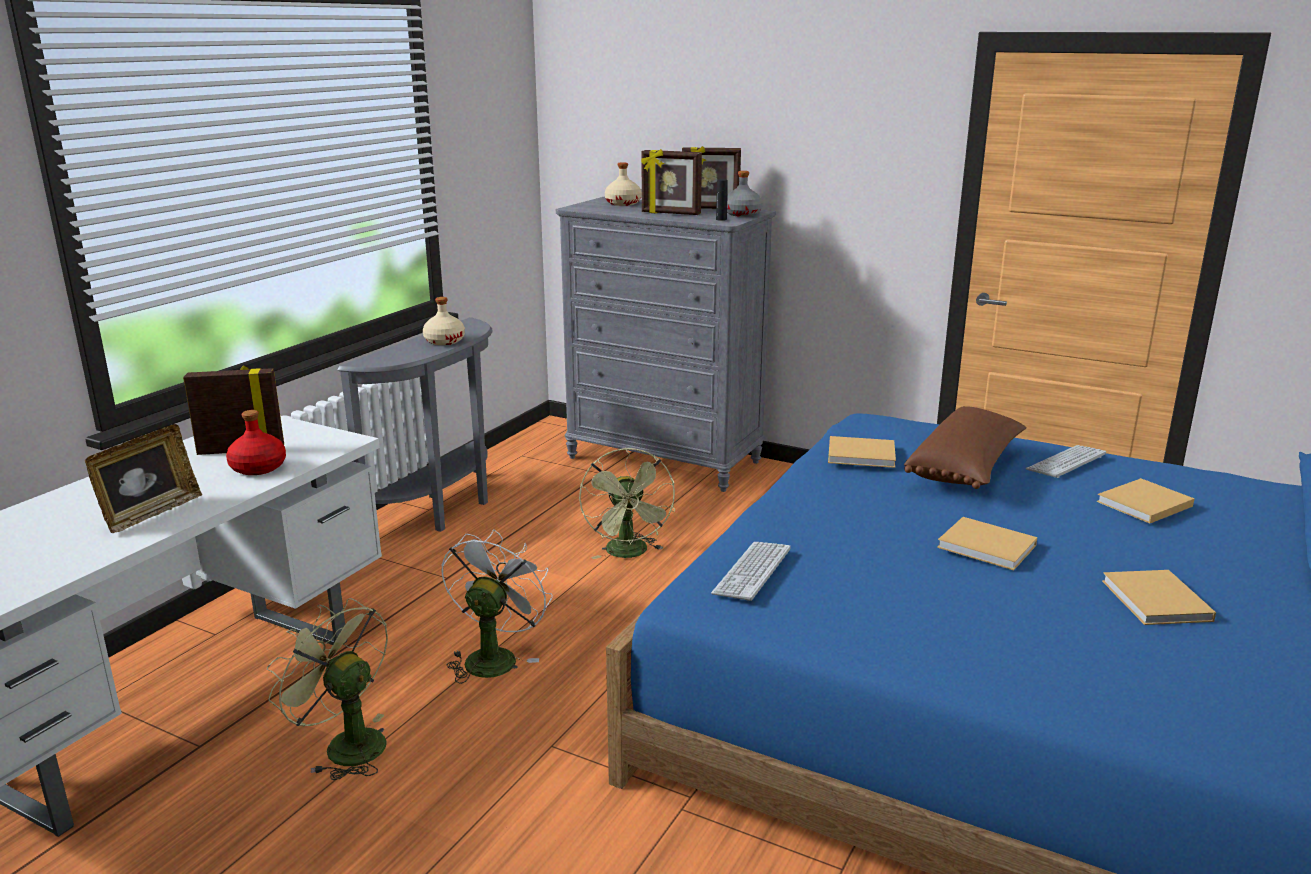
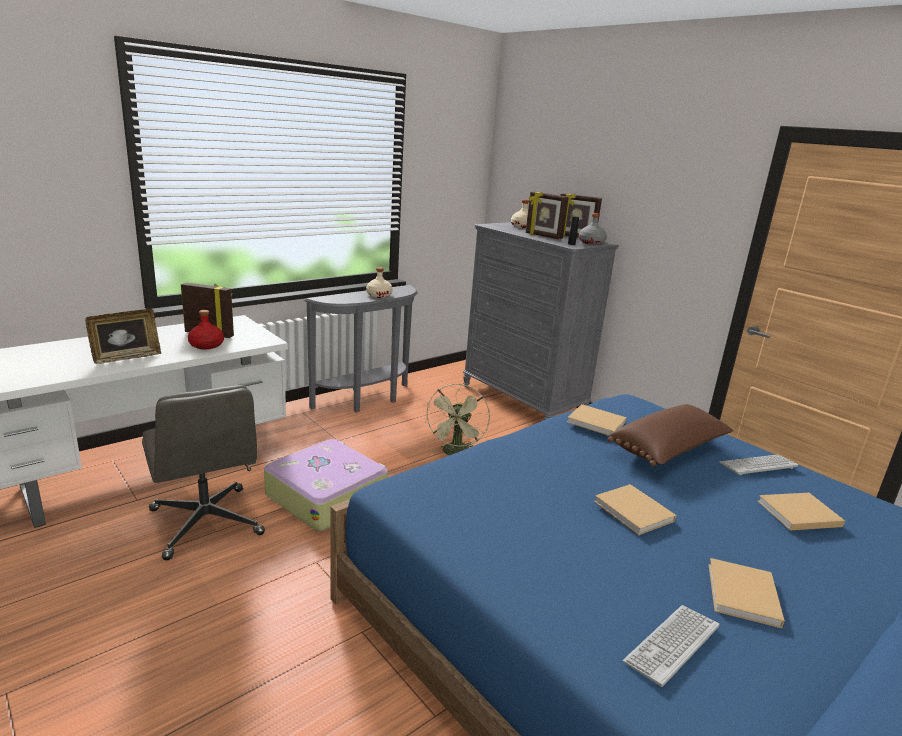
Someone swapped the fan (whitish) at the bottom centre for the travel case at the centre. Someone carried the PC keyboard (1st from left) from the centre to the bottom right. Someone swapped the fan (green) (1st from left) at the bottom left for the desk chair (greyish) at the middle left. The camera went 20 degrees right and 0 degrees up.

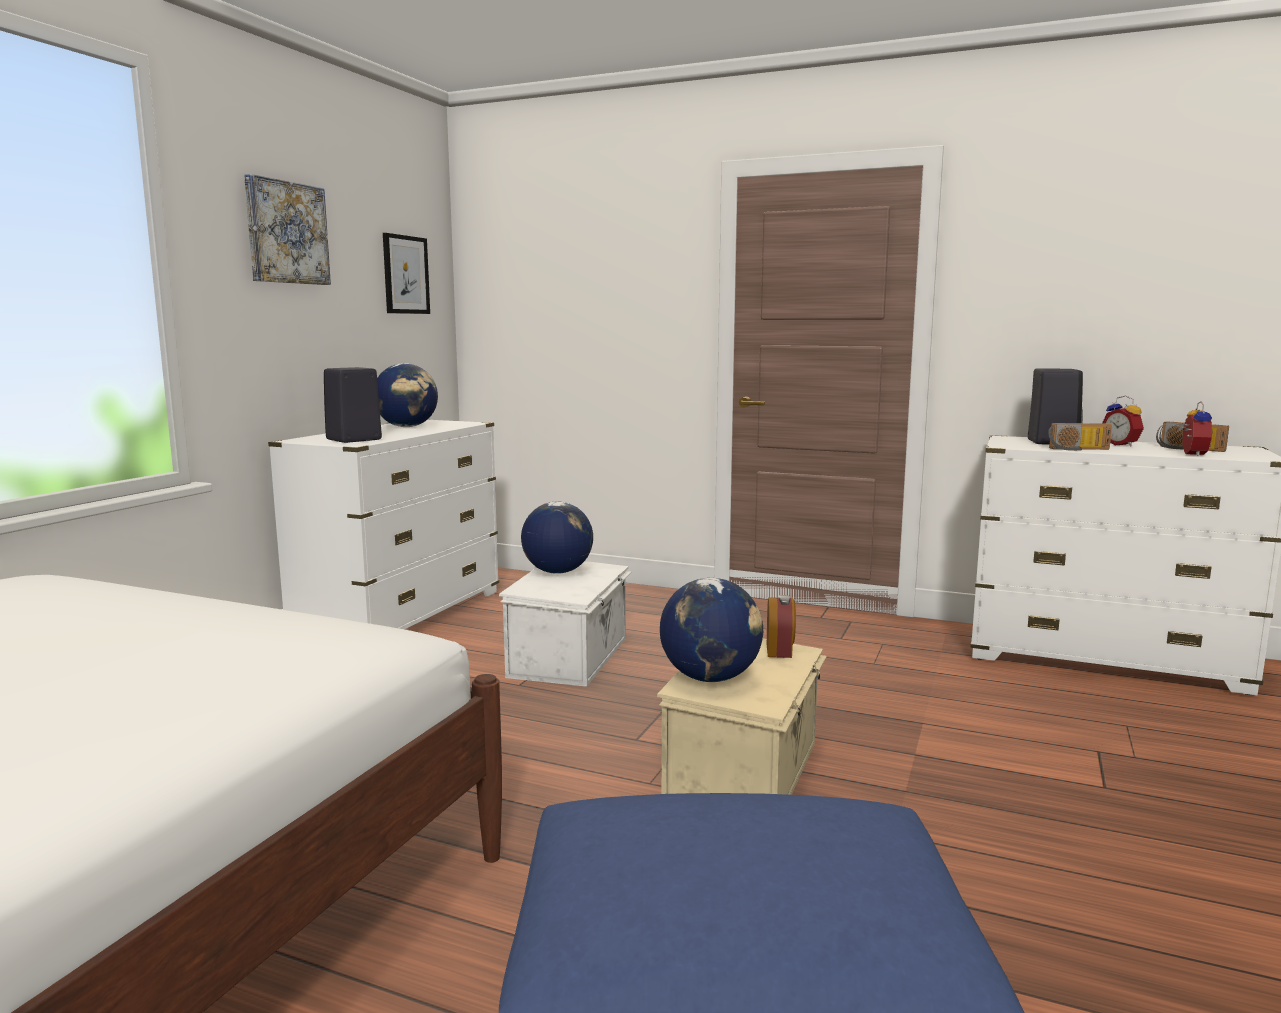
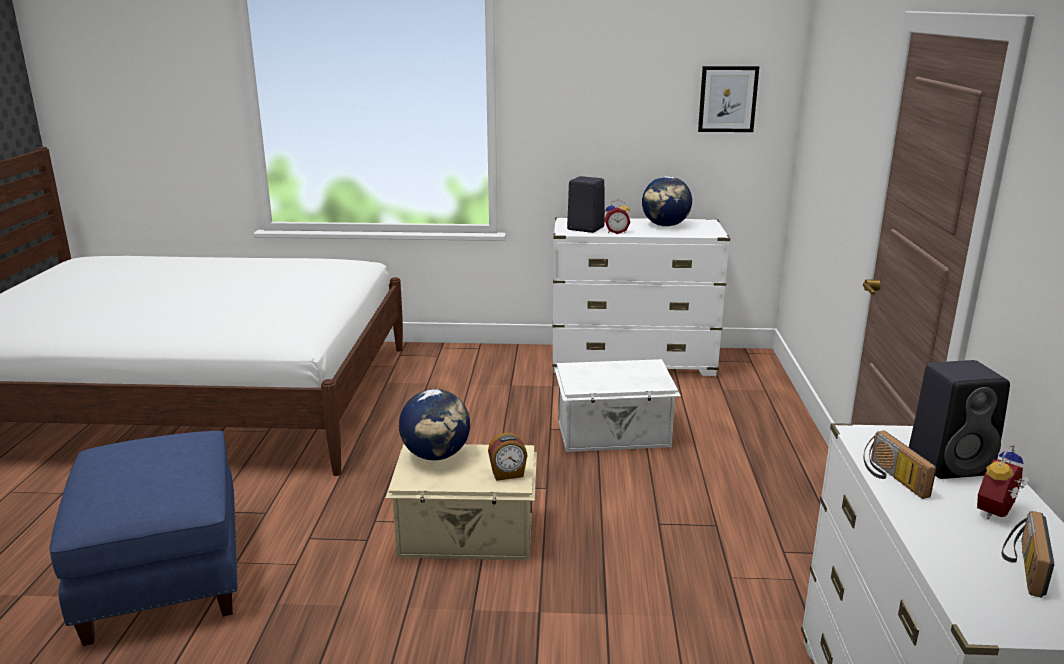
Someone took away the wall picture (1st from left) at the top left. Someone carried the table clock (3rd from left in the first image) from the middle right to the top centre. Someone took away the desk globe (2nd from left) at the centre. The camera went 70 degrees right and 10 degrees up.

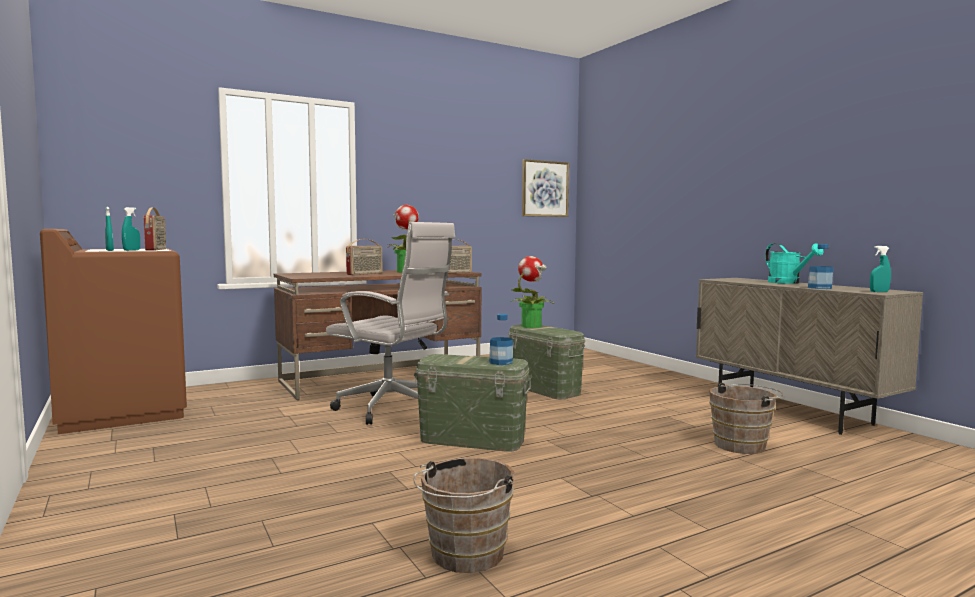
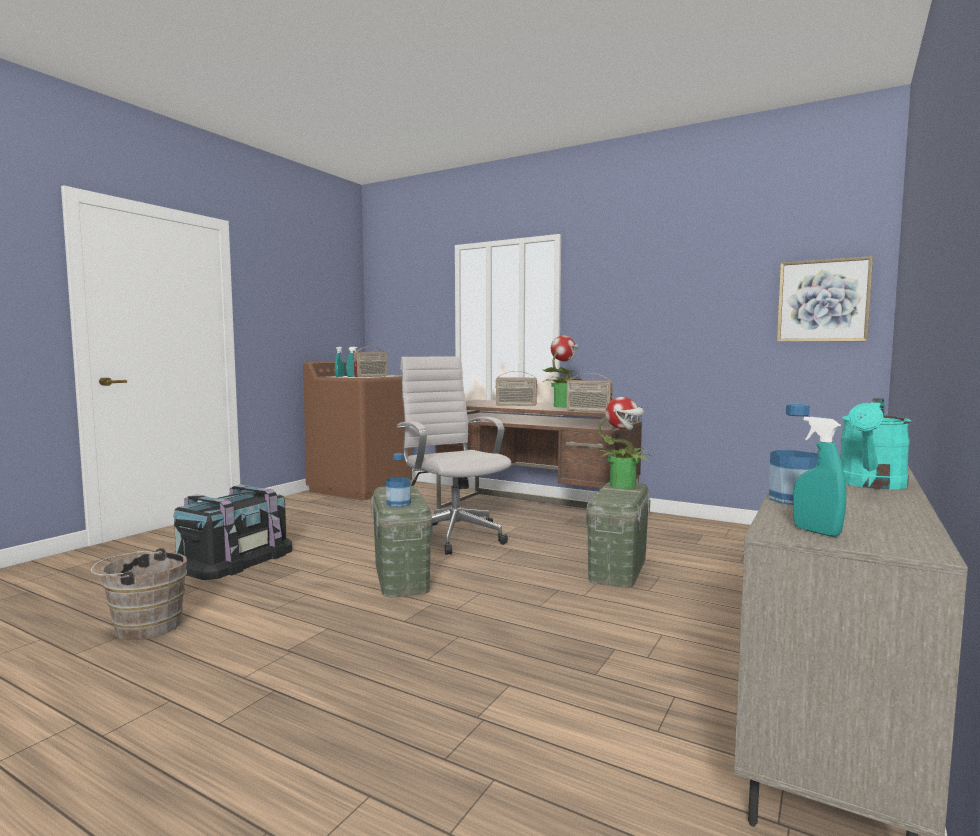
Someone rotated the desk chair (whitish) at the centre by 150 degrees clockwise. Someone took away the bucket (brown-coloured) (2nd from left) at the bottom right. Someone put down the storage bin (blackish) at the middle left. The camera went 60 degrees right and 0 degrees up.

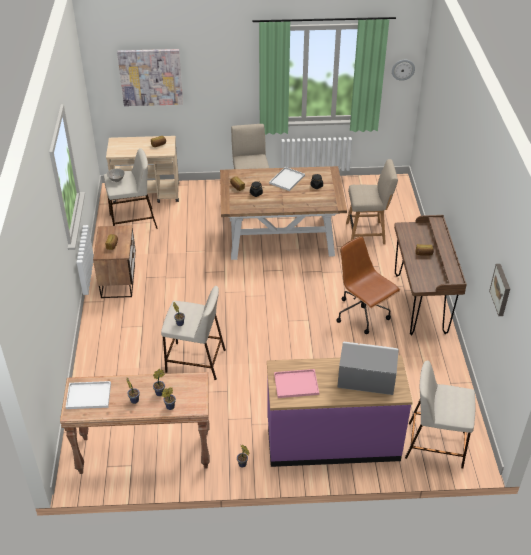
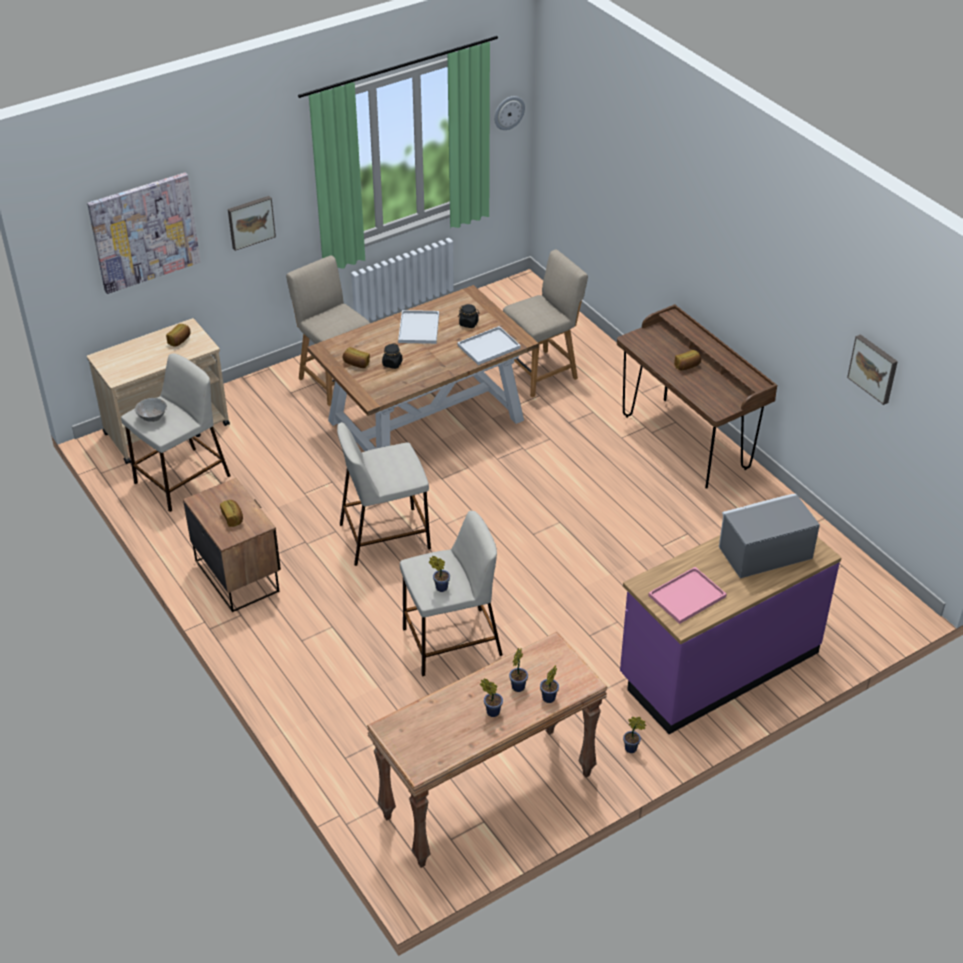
Someone took away the desk chair (brown-coloured) at the middle right. Someone carried the sitting stool (sand-coloured) (3rd from left in the first image) from the bottom right to the centre. Someone carried the tray (whitish) (1st from left in the first image) from the bottom left to the centre. Someone put up the wall picture (2nd from left) at the top left. The camera went 30 degrees left and 0 degrees up.

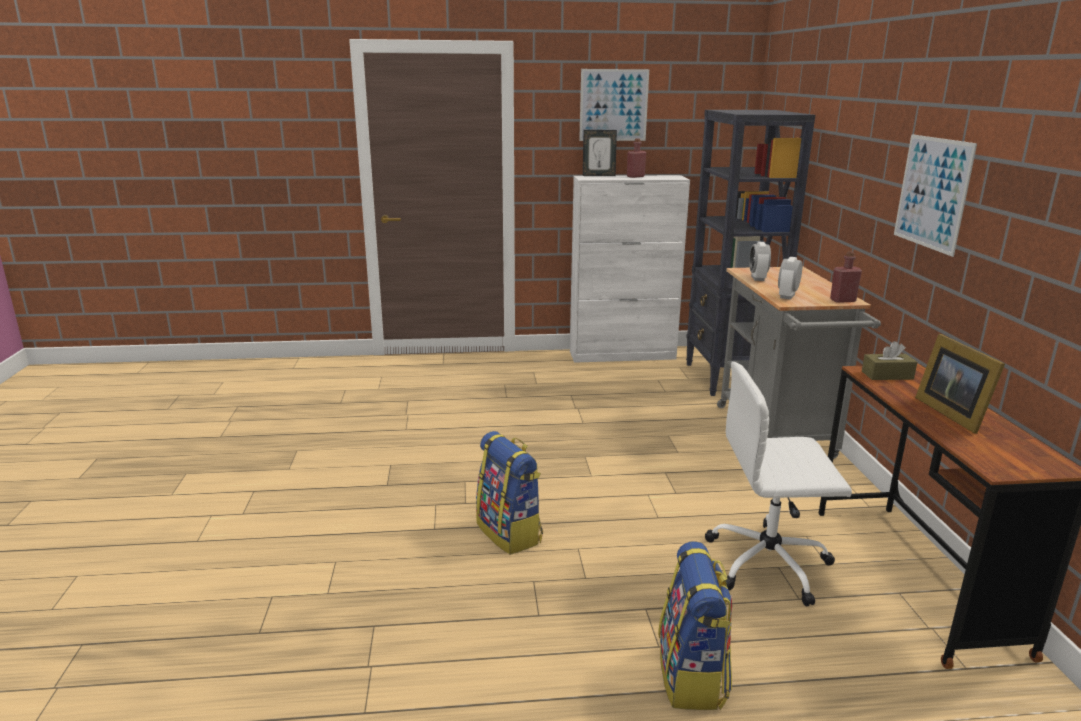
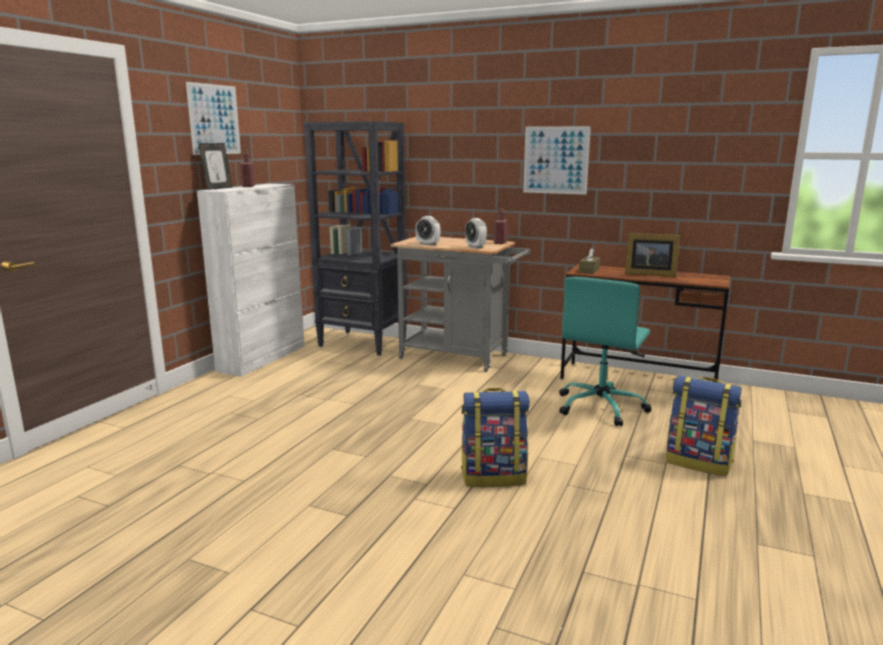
Someone repainted the desk chair (whitish) at the bottom right, which became the desk chair (turquoise) at the middle right. The camera went 60 degrees left and 5 degrees down.

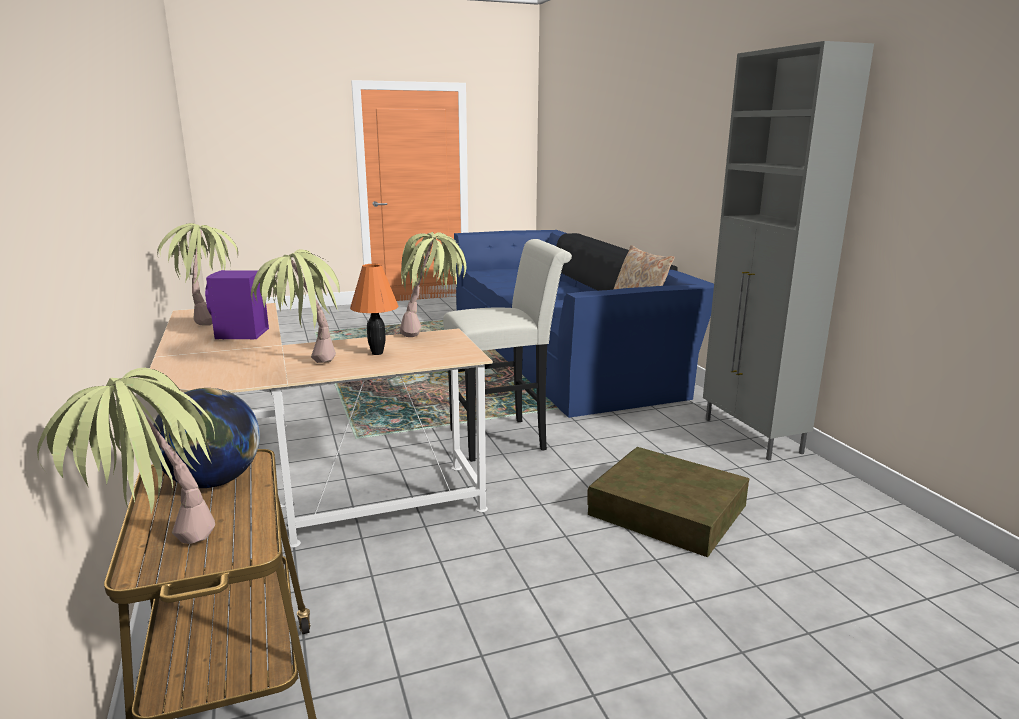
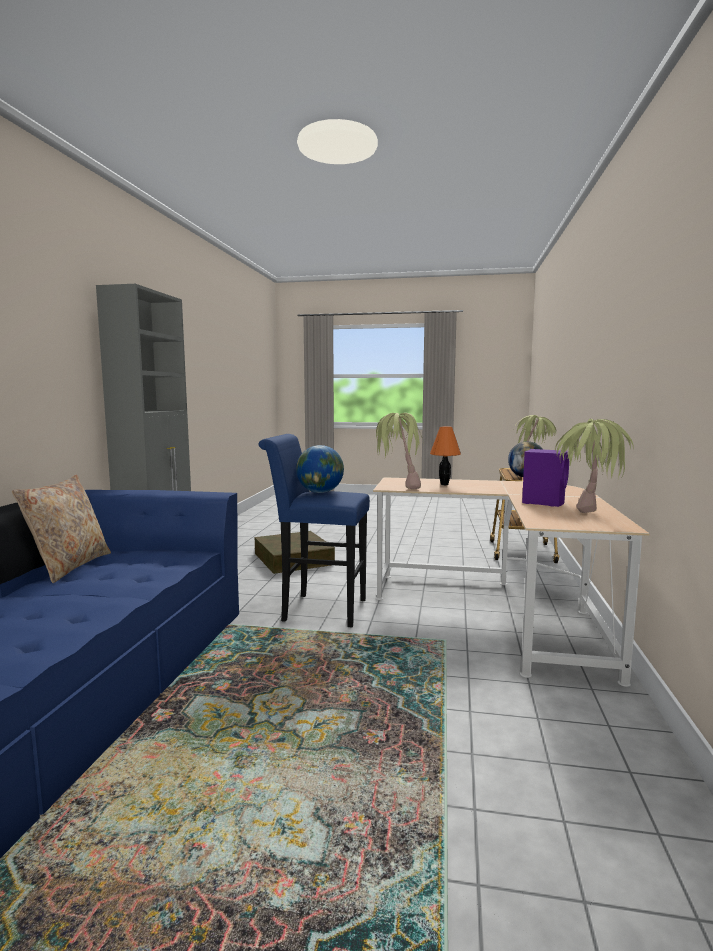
Someone repainted the sitting stool (whitish) at the centre, which became the sitting stool (blue-coloured) at the centre. Someone took away the plant in a pot (3rd from left) at the middle left. Someone put down the desk globe (1st from left) at the centre. The camera went 150 degrees left and 10 degrees down.

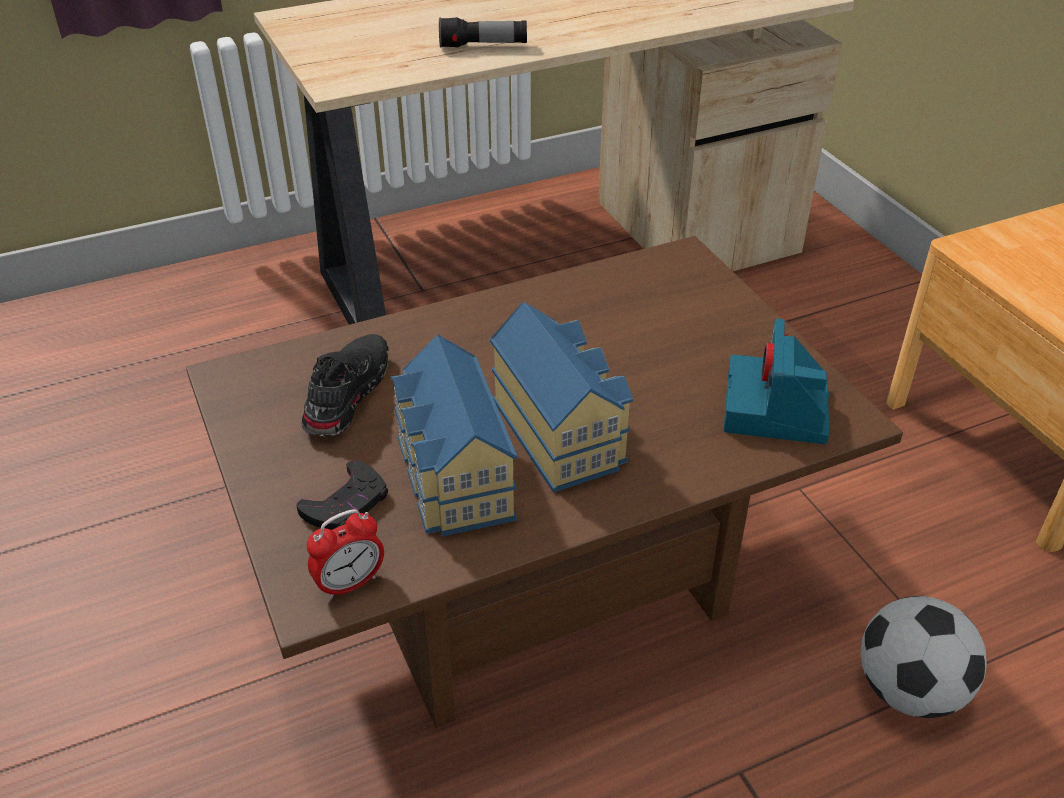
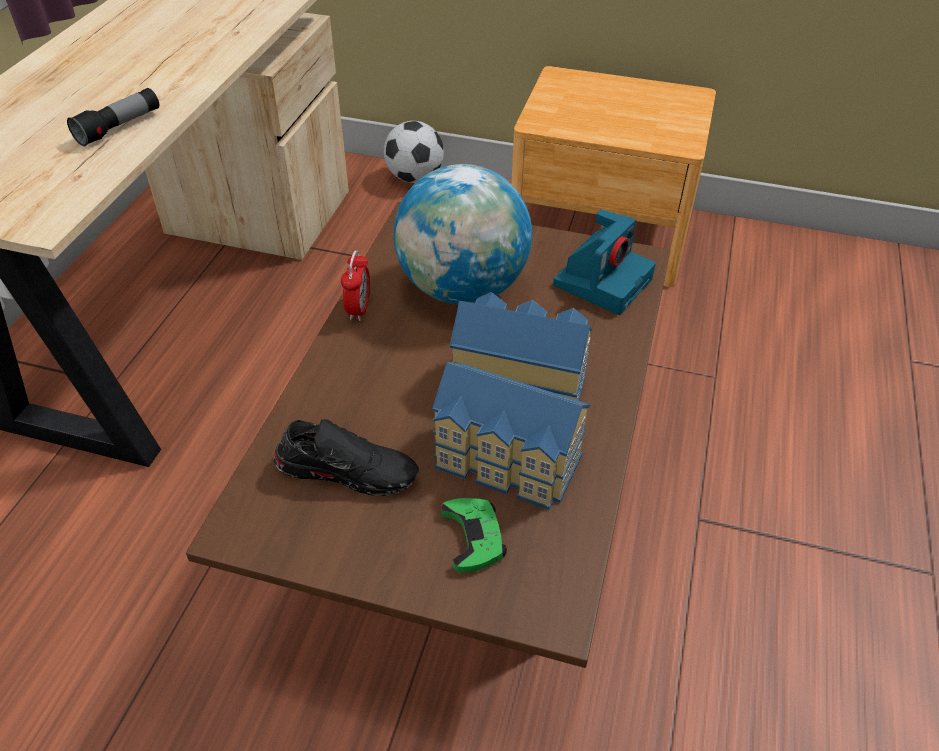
Someone rotated the still camera at the middle right by 105 degrees counterclockwise. Someone rotated the shoe (blackish) at the middle left by 135 degrees clockwise. Someone repainted the gamepad (blackish) at the middle left, which became the gamepad (green) at the bottom centre. Someone carried the table clock from the bottom left to the centre. Someone carried the football ball from the bottom right to the top centre. Someone put down the desk globe at the top centre. The camera went 50 degrees left and 5 degrees up.

